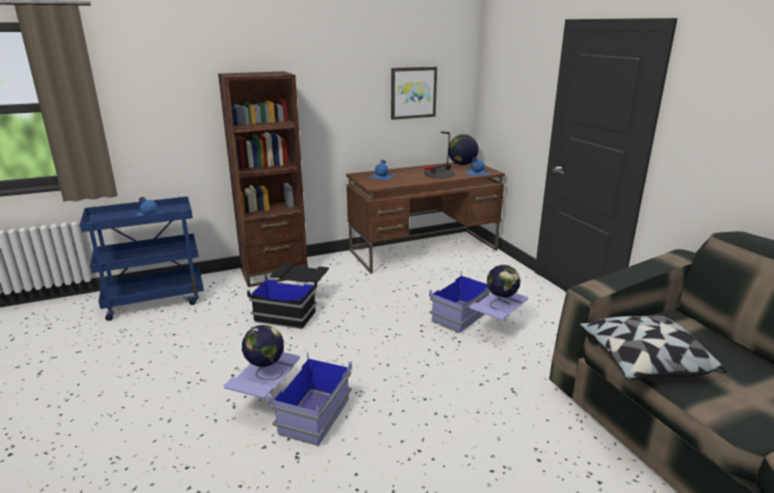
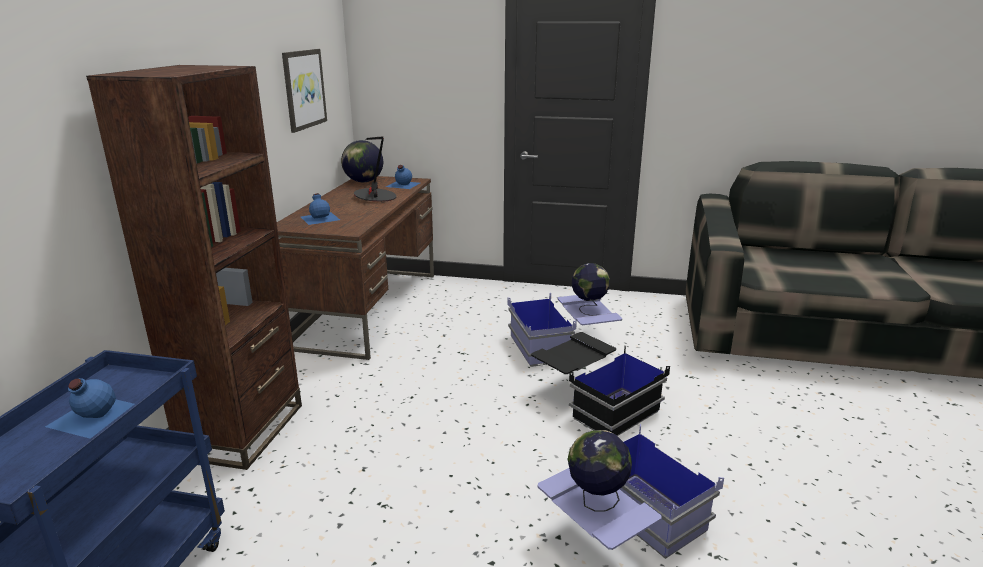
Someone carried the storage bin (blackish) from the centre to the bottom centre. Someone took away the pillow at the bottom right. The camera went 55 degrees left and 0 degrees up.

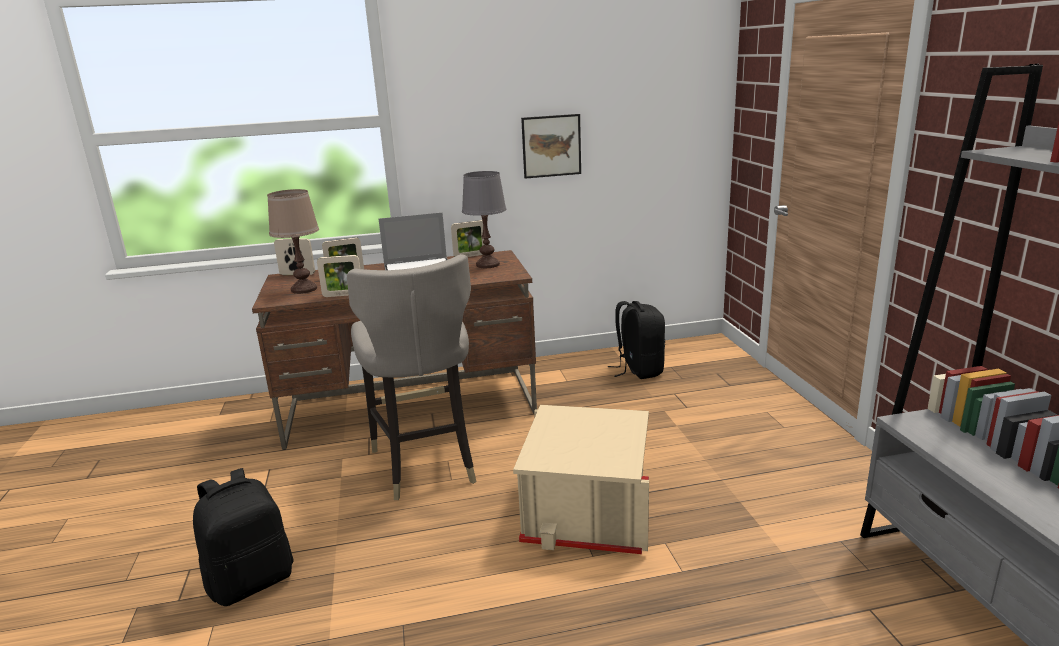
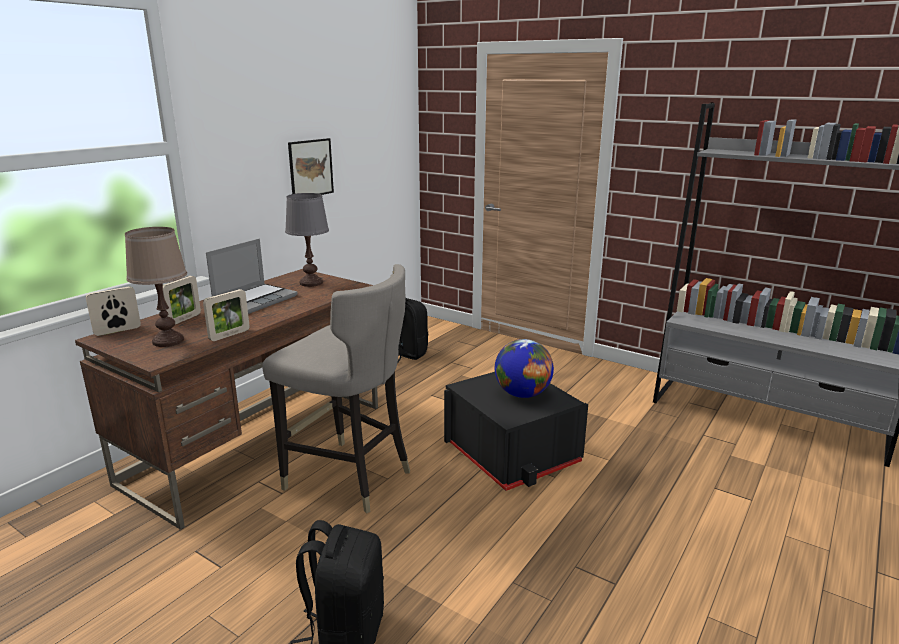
Someone took away the picture frame (4th from left) at the centre. Someone repainted the storage bin (sand-coloured) at the bottom centre, which became the storage bin (blackish) at the bottom centre. Someone put down the desk globe at the centre. The camera went 45 degrees left and 0 degrees up.

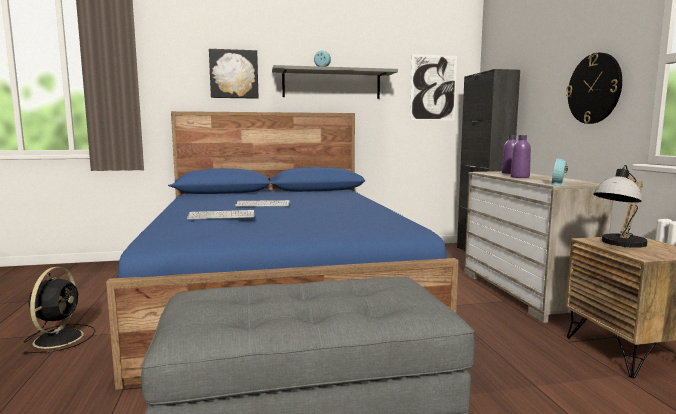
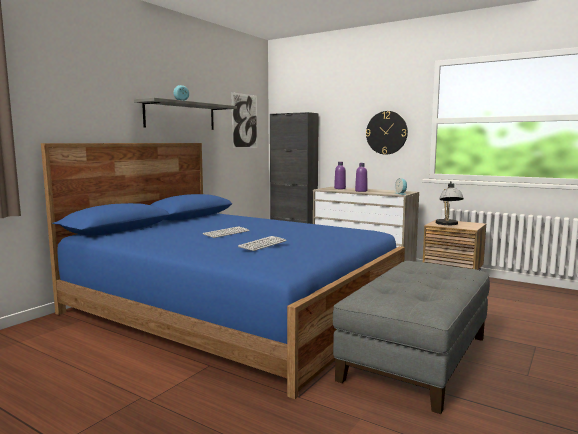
Someone took away the wall picture (1st from left) at the top centre. Someone took away the fan (blackish) at the bottom left. The camera went 45 degrees left and 0 degrees up.

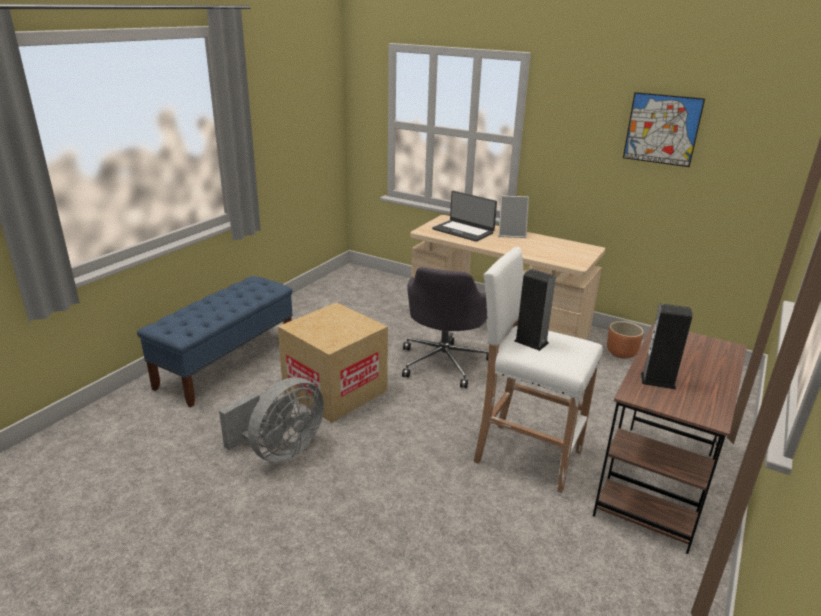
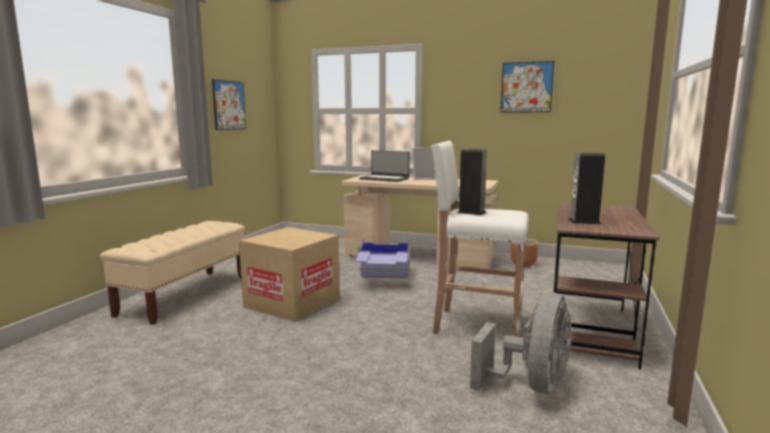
Someone swapped the desk chair (greyish) at the centre for the storage bin (blue-coloured) at the centre. Someone repainted the long seat (blue-coloured) at the middle left, which became the long seat (sand-coloured) at the middle left. Someone carried the fan (greyish) from the bottom left to the bottom right. Someone put up the wall picture (1st from left) at the top left. The camera went 10 degrees left and 15 degrees down.

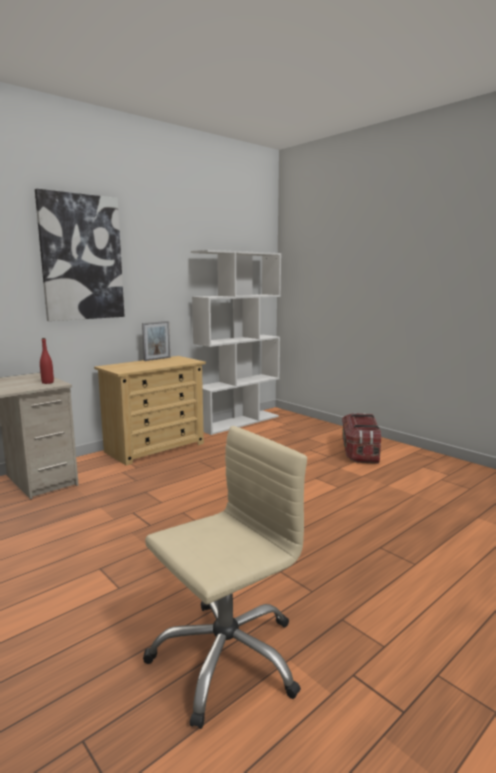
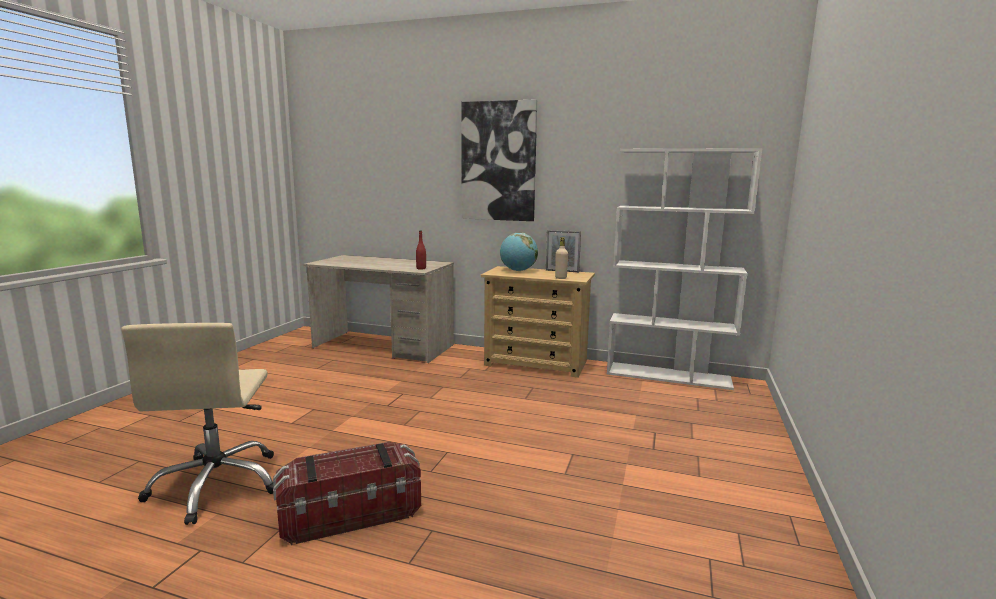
Someone carried the storage bin from the middle right to the bottom centre. Someone rotated the desk chair (sand-coloured) at the bottom centre by 60 degrees clockwise. Someone put down the desk globe at the centre. Someone put down the beverage bottle (sand-coloured) at the centre. The camera went 60 degrees right and 0 degrees up.

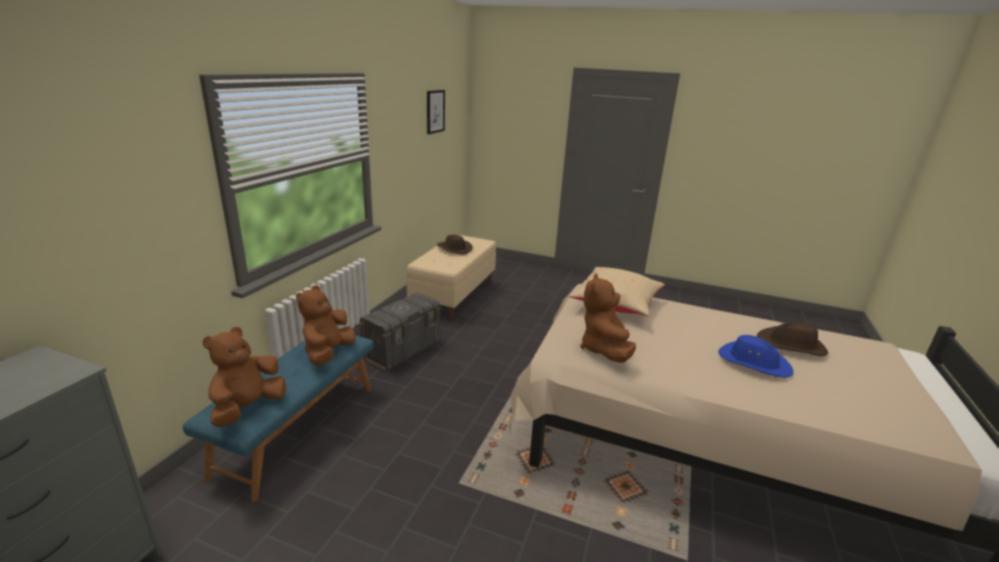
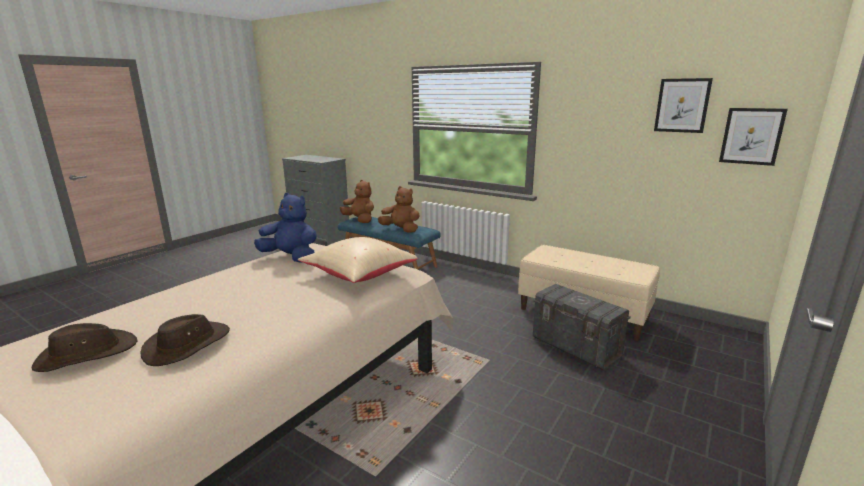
Someone carried the wearable hat (brown-coloured) (1st from left) from the centre to the bottom left. Someone repainted the cuddly toy (brown-coloured) (3rd from left) at the centre, which became the cuddly toy (blue-coloured) at the middle left. Someone carried the storage bin (greyish) from the centre to the bottom right. Someone took away the wearable hat (blue-coloured) at the middle right. Someone put up the wall picture (2nd from left) at the top right. The camera went 105 degrees right and 5 degrees down.

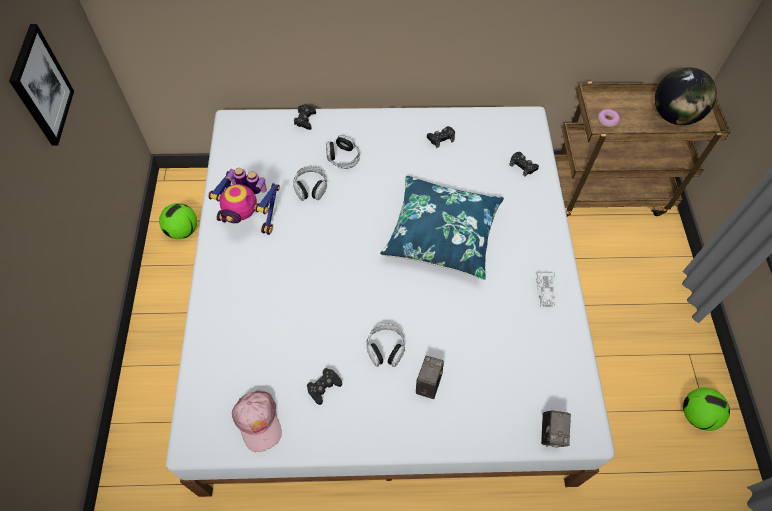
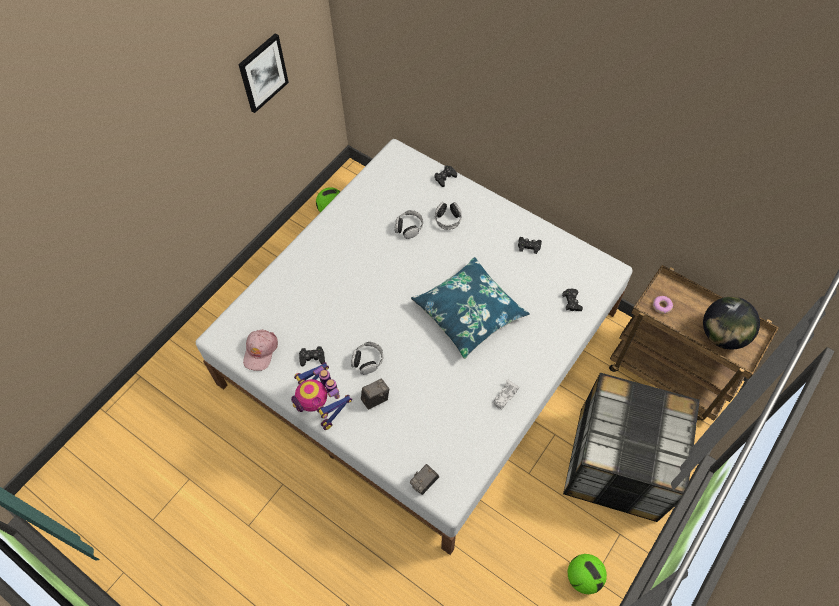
Someone carried the model robot from the middle left to the centre. Someone put down the storage bin at the bottom right. The camera went 40 degrees right and 0 degrees up.

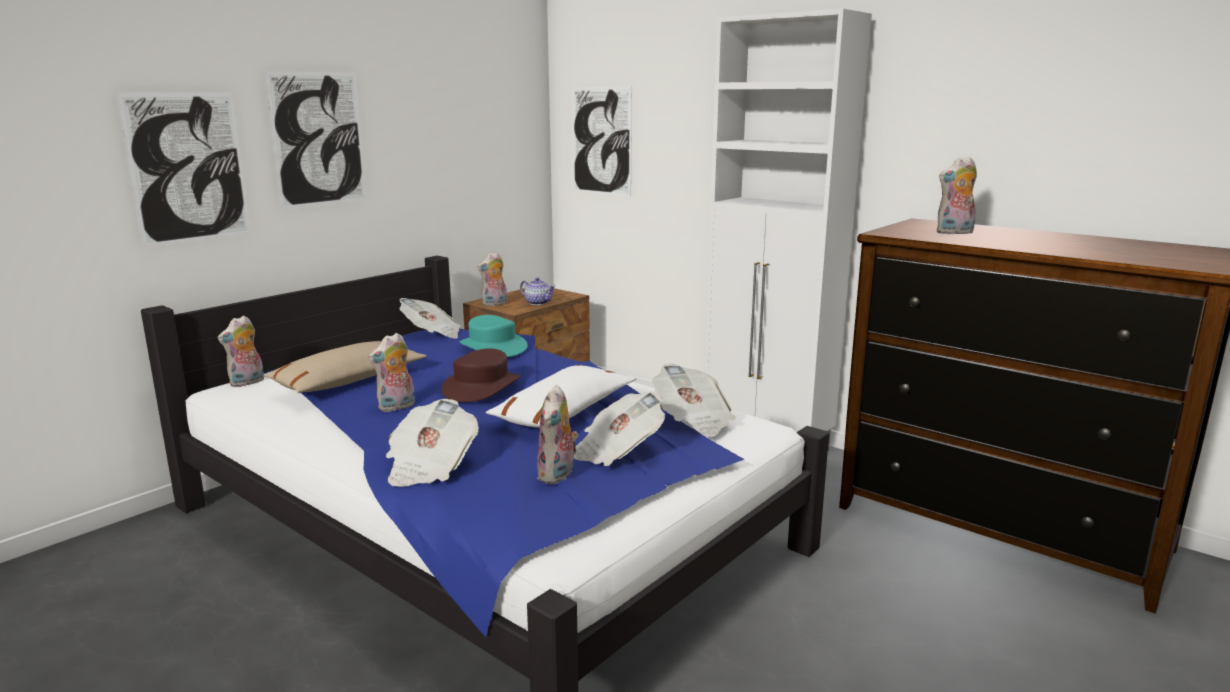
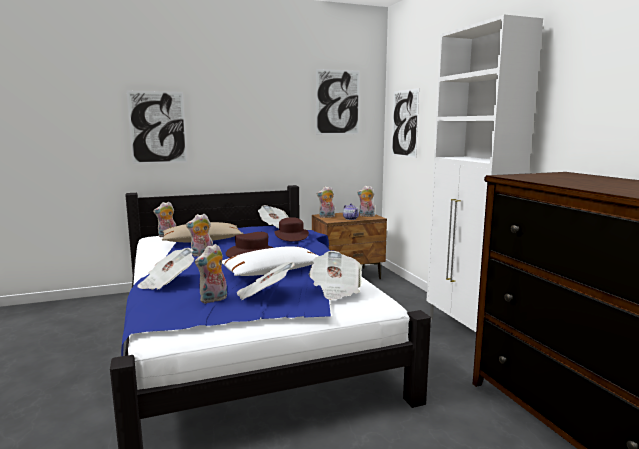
Someone carried the wall picture (2nd from left) from the top left to the top centre. Someone carried the cuddly toy (5th from left) from the top right to the centre. Someone repainted the wearable hat (turquoise) at the centre, which became the wearable hat (brown-coloured) (2nd from left) at the centre. The camera went 30 degrees right and 5 degrees down.

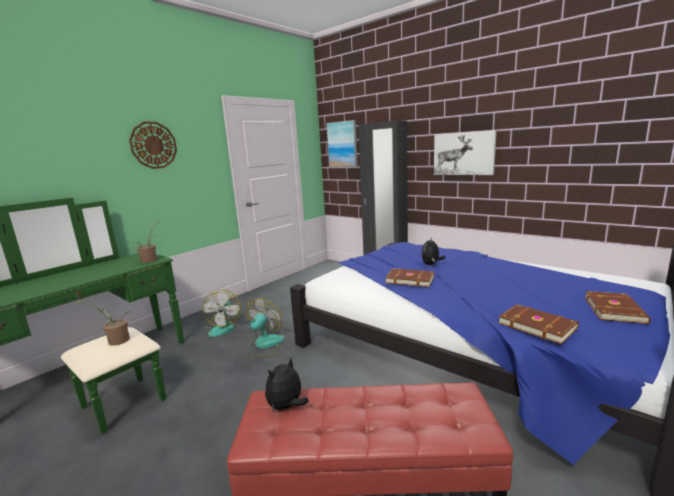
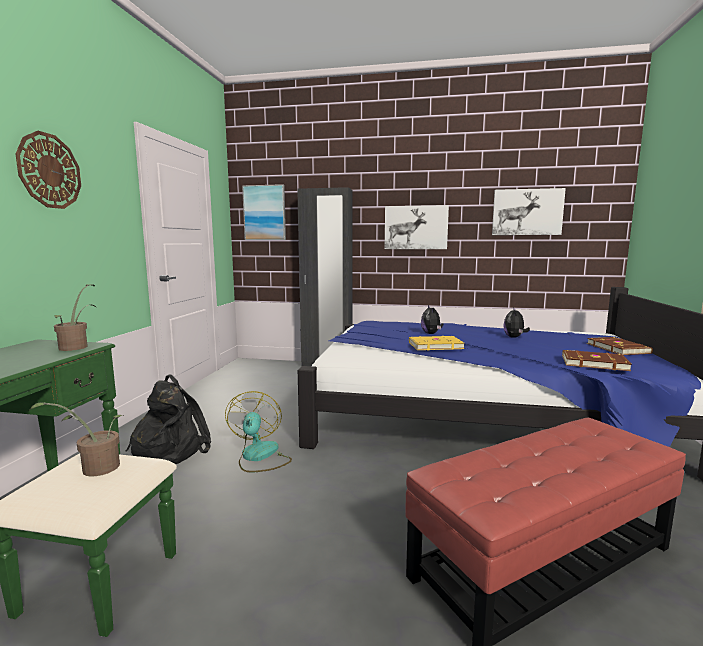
Someone repainted the book (brown-coloured) (1st from left) at the centre, which became the book (yellow) at the centre. Someone swapped the fan (1st from left) at the middle left for the backpack (blackish) at the middle left. Someone carried the cuddly toy (1st from left in the first image) from the bottom centre to the middle right. Someone put up the wall picture (3rd from left) at the top right. The camera went 30 degrees left and 5 degrees down.

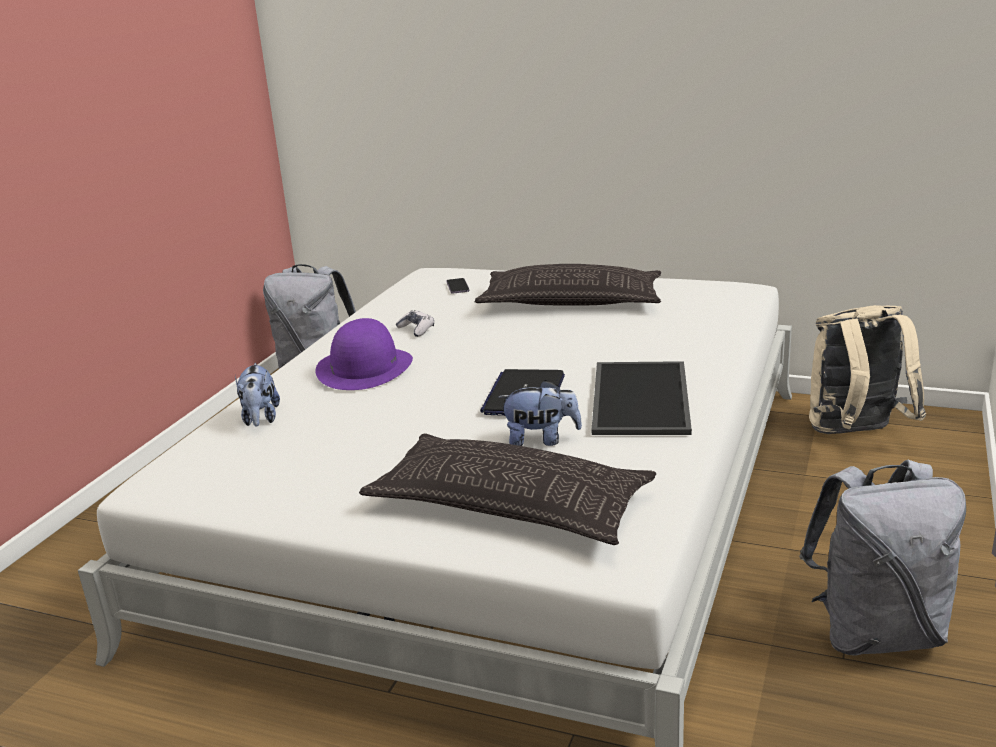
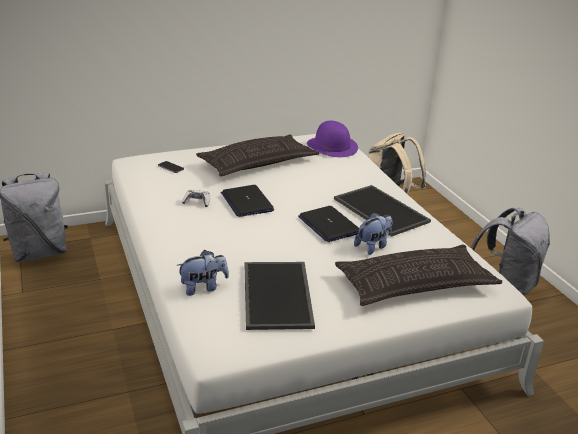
Someone carried the wearable hat (purple) from the centre to the top centre. Someone rotated the cuddly toy (1st from left) at the middle left by 60 degrees counterclockwise. Someone put down the laptop (1st from left) at the centre. Someone put down the tray (1st from left) at the bottom centre. The camera went 45 degrees left and 5 degrees up.

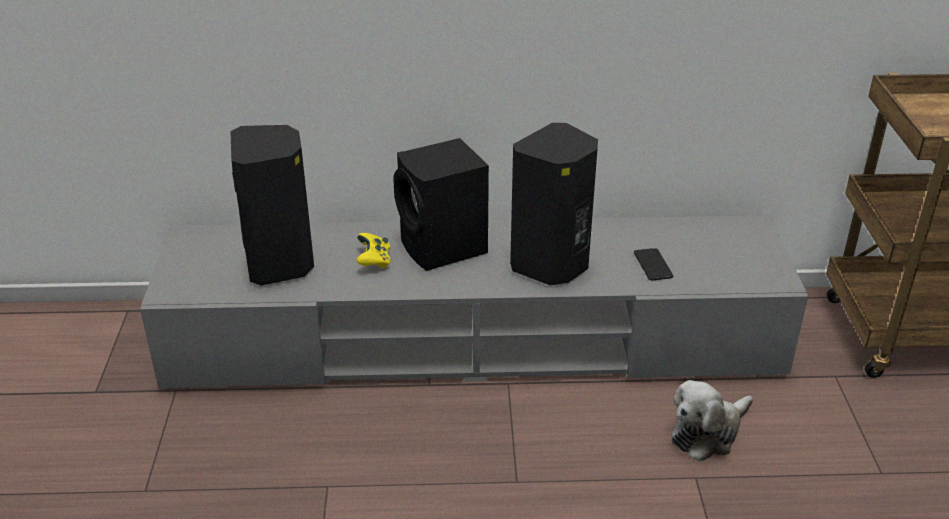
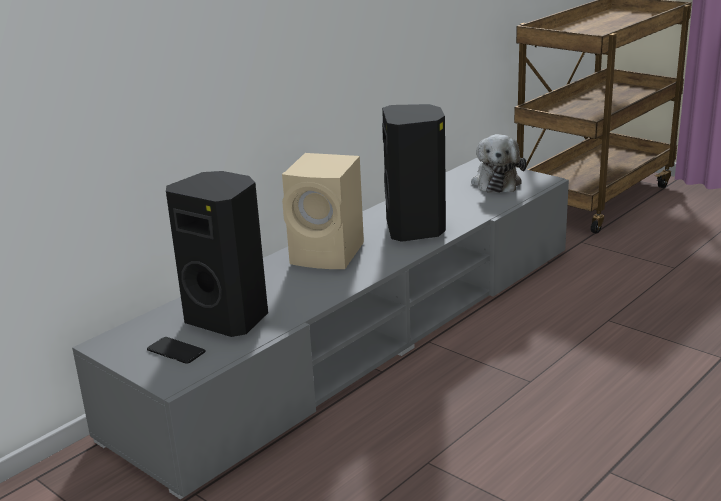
Someone repainted the speaker (blackish) (2nd from left) at the centre, which became the speaker (sand-coloured) at the centre. Someone took away the gamepad (yellow) at the centre. Someone carried the handset from the middle right to the bottom left. Someone carried the cuddly toy from the bottom right to the top right. The camera went 45 degrees left and 10 degrees down.

